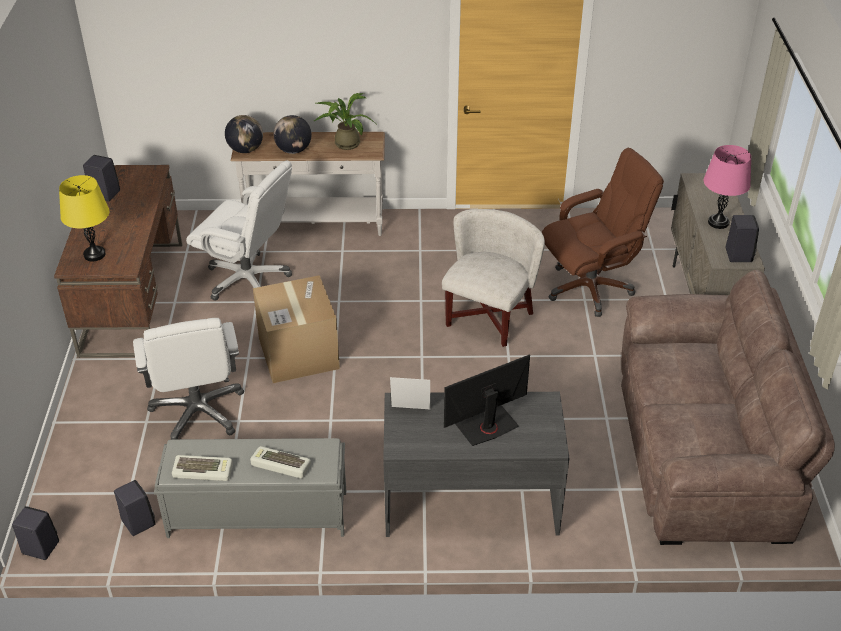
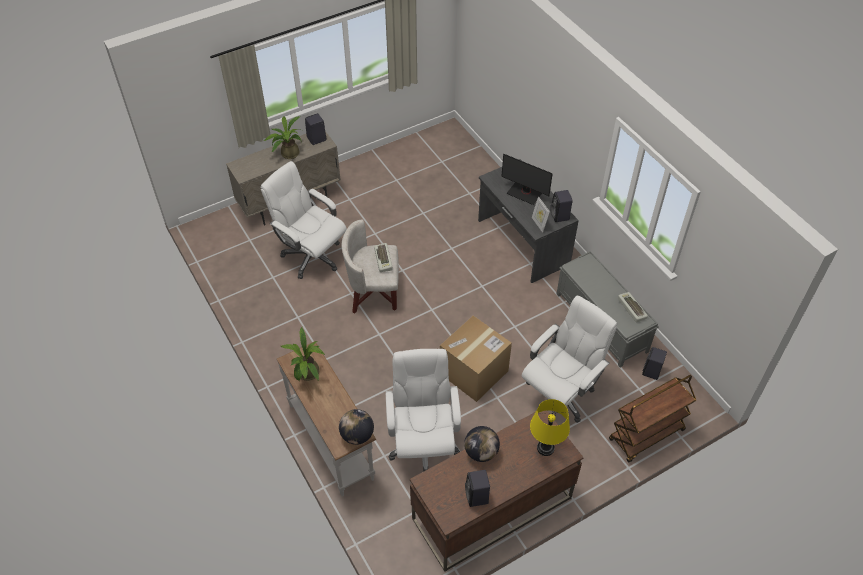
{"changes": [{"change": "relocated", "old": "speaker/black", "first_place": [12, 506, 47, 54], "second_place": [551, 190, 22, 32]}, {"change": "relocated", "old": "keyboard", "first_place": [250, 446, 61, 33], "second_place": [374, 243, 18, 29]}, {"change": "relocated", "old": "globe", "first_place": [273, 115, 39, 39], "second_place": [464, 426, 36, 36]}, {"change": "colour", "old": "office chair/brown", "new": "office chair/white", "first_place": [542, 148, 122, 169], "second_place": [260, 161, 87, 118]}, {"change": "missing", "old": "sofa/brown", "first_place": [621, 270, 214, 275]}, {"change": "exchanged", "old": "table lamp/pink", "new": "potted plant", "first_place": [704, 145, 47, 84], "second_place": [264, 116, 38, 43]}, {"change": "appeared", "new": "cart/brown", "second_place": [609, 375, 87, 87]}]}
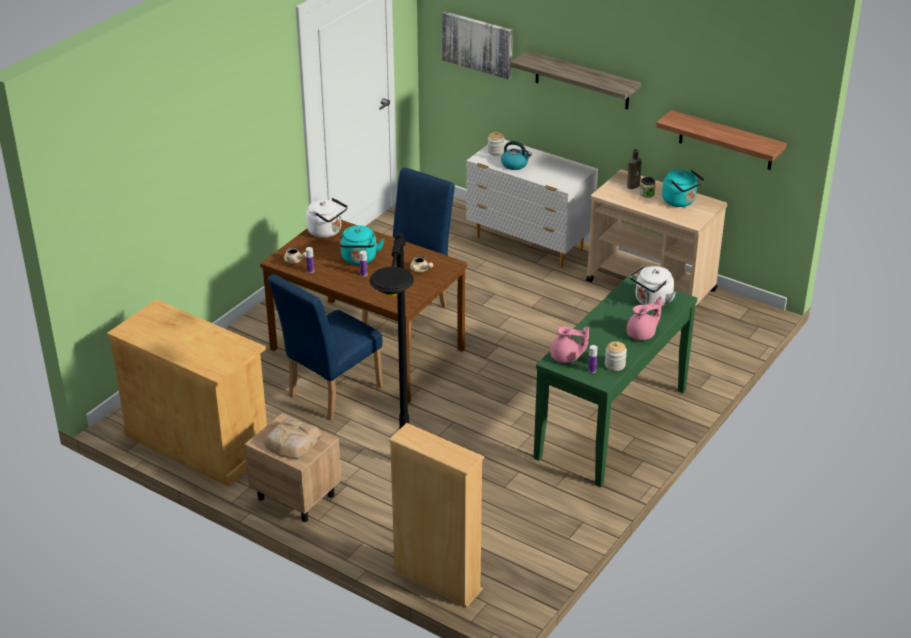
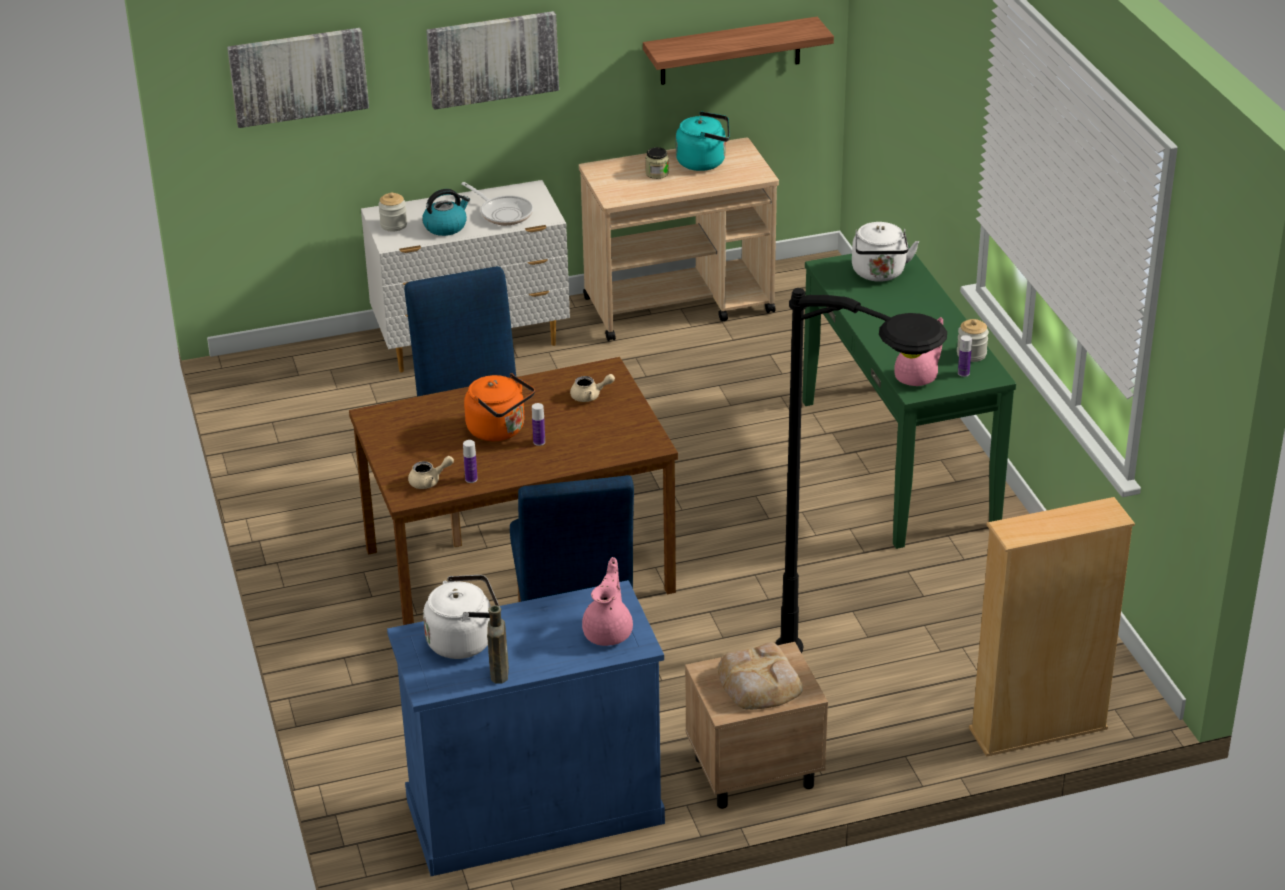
{"changes": [{"change": "colour", "old": "cabinet/beige", "new": "cabinet/blue", "first_place": [107, 299, 160, 188], "second_place": [387, 580, 278, 296]}, {"change": "relocated", "old": "kettle/white", "first_place": [306, 198, 42, 40], "second_place": [423, 575, 76, 84]}, {"change": "colour", "old": "kettle/turquoise", "new": "kettle/orange", "first_place": [340, 225, 44, 40], "second_place": [464, 373, 71, 68]}, {"change": "exchanged", "old": "shelf", "new": "picture", "first_place": [510, 51, 131, 58], "second_place": [426, 11, 133, 99]}, {"change": "relocated", "old": "bottle/brown", "first_place": [627, 149, 15, 40], "second_place": [487, 605, 22, 79]}, {"change": "relocated", "old": "teapot/pink", "first_place": [627, 296, 35, 44], "second_place": [582, 557, 51, 89]}, {"change": "appeared", "new": "frying pan", "second_place": [461, 182, 72, 43]}]}
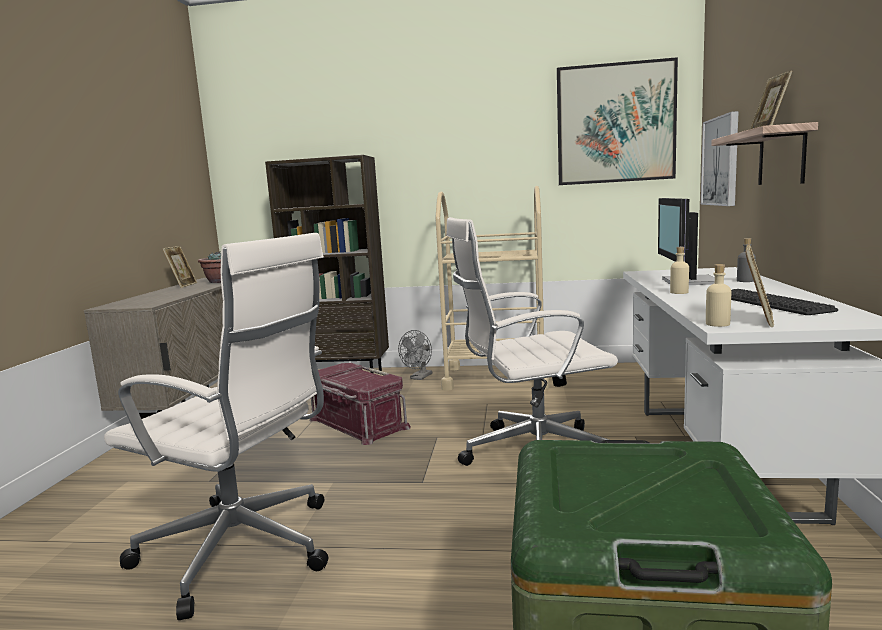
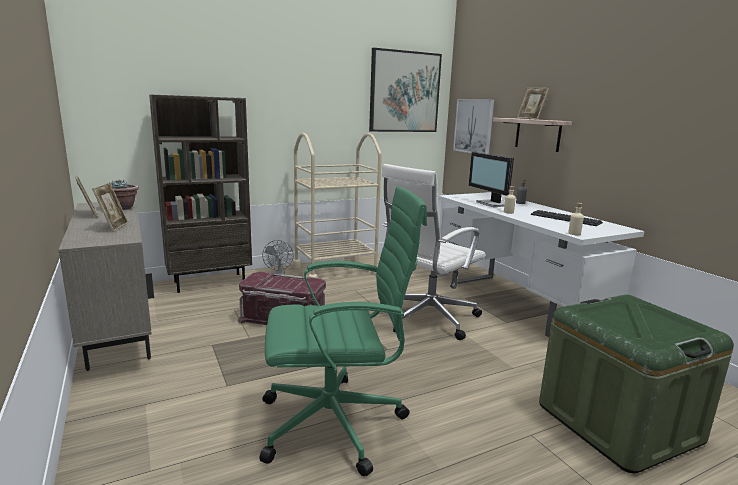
{"changes": [{"change": "colour", "old": "office chair/white", "new": "office chair/green", "first_place": [104, 233, 224, 387], "second_place": [259, 186, 168, 290]}, {"change": "relocated", "old": "picture frame", "first_place": [745, 244, 29, 83], "second_place": [92, 183, 37, 49]}]}
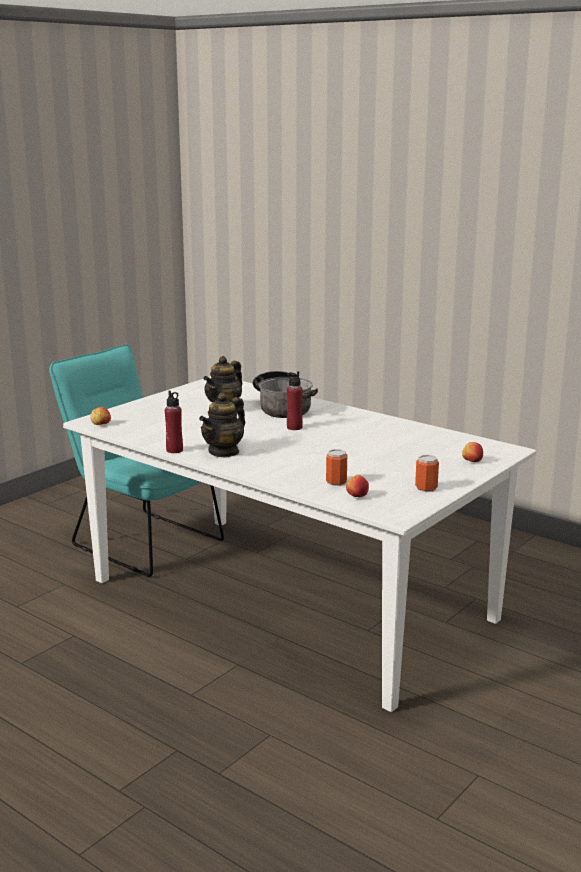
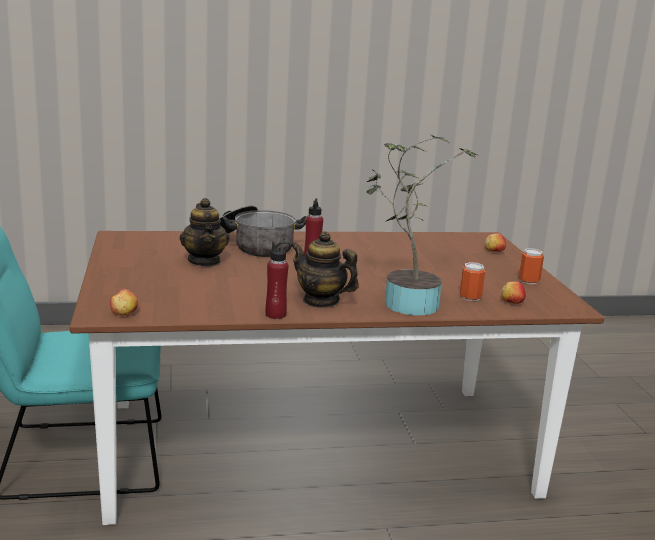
{"changes": [{"change": "colour", "old": "dining table/white", "new": "dining table/brown", "first_place": [63, 376, 473, 336], "second_place": [70, 231, 535, 294]}, {"change": "spun", "old": "teapot", "first_place": [199, 392, 46, 66], "second_place": [291, 231, 68, 77], "degrees": 135}, {"change": "appeared", "new": "potted plant", "second_place": [366, 135, 111, 180]}]}
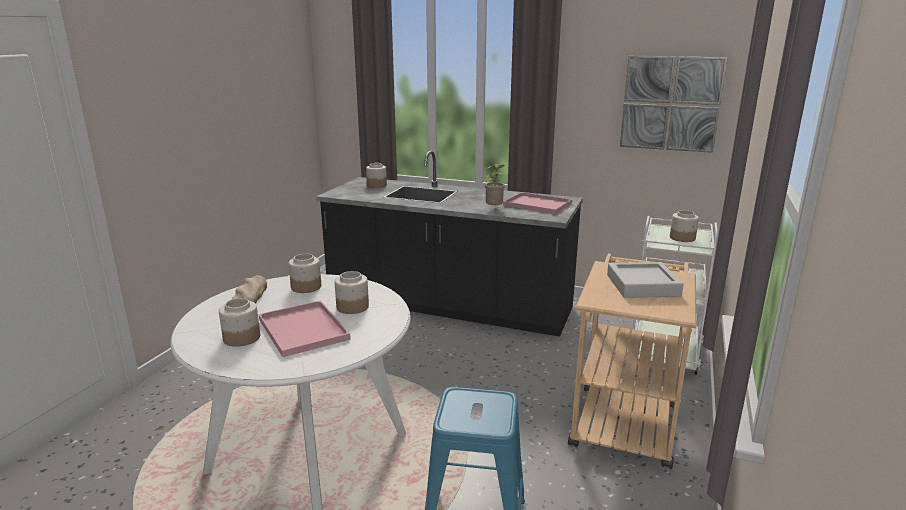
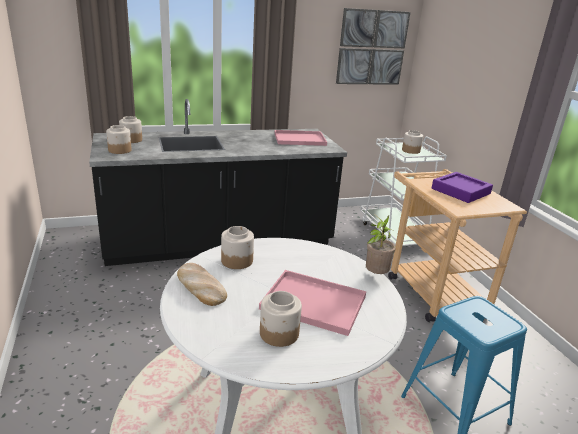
{"changes": [{"change": "relocated", "old": "jar", "first_place": [335, 271, 34, 43], "second_place": [106, 125, 26, 29]}, {"change": "relocated", "old": "potted plant", "first_place": [485, 164, 20, 42], "second_place": [366, 214, 30, 60]}, {"change": "colour", "old": "tray/grey", "new": "tray/purple", "first_place": [607, 262, 76, 36], "second_place": [432, 172, 61, 31]}]}
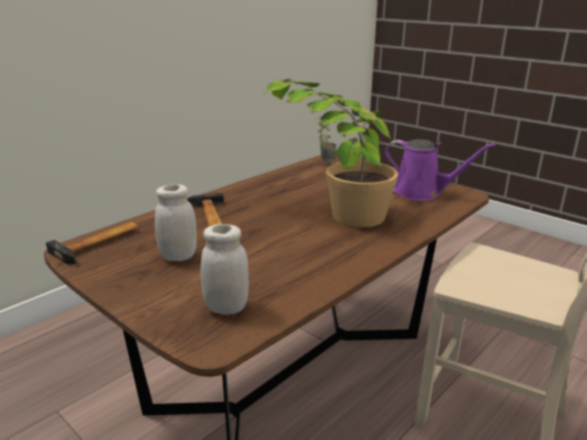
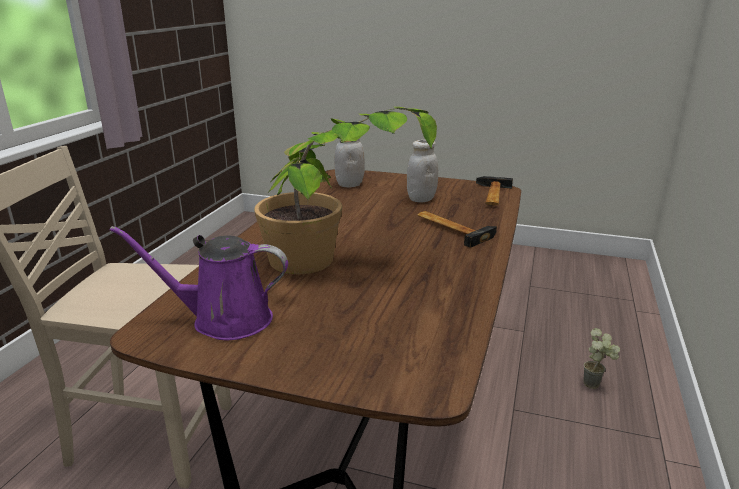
{"changes": [{"change": "relocated", "old": "potted plant", "first_place": [316, 117, 21, 48], "second_place": [583, 328, 37, 61]}]}
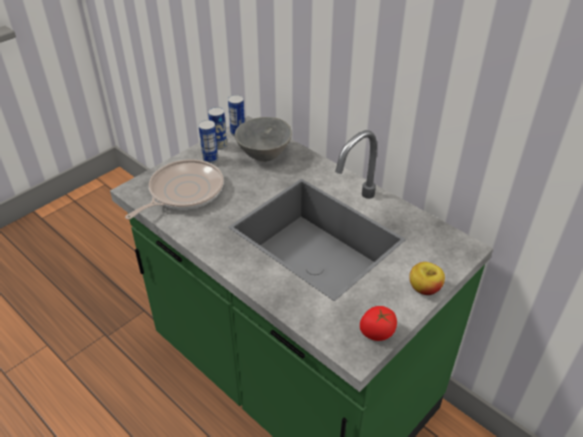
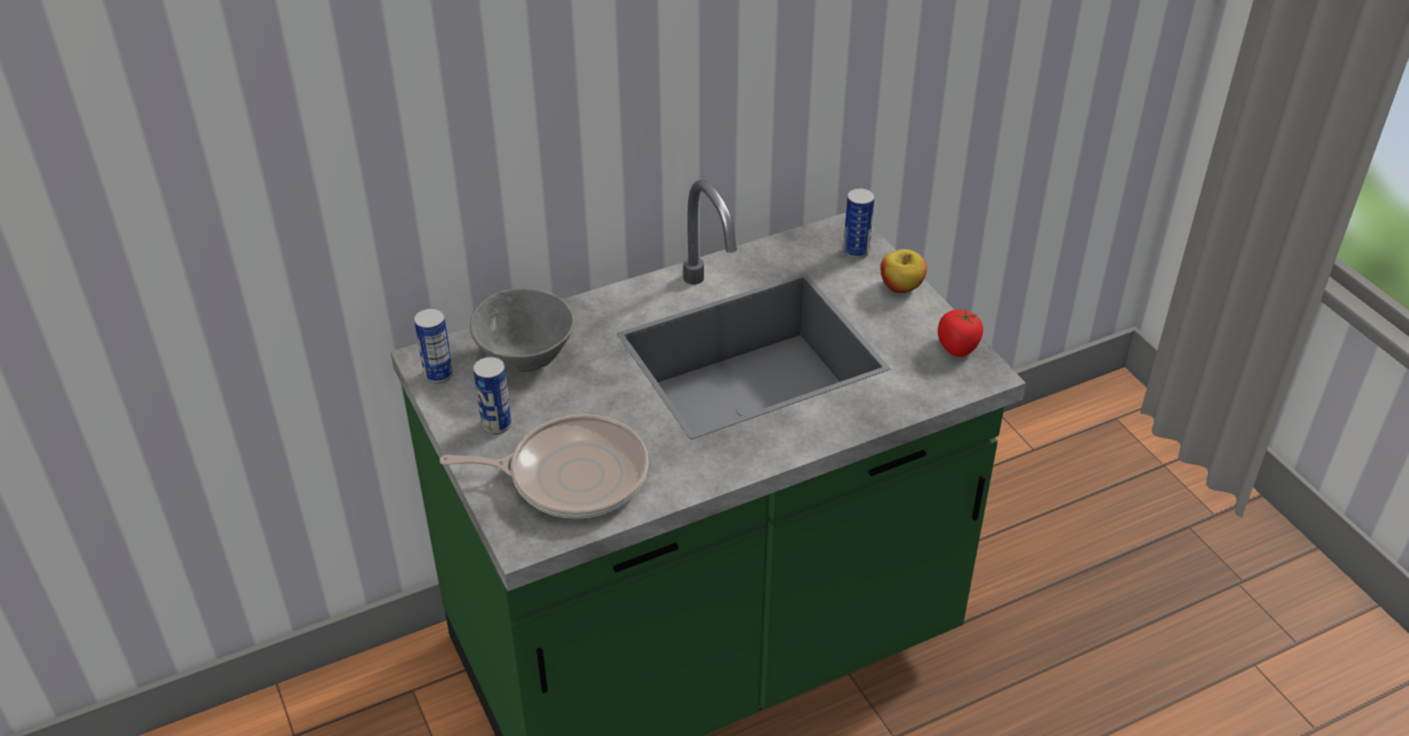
{"changes": [{"change": "spun", "old": "frying pan", "first_place": [125, 160, 99, 60], "second_place": [439, 415, 210, 104], "degrees": 120}, {"change": "relocated", "old": "can", "first_place": [208, 107, 19, 43], "second_place": [843, 188, 32, 71]}]}
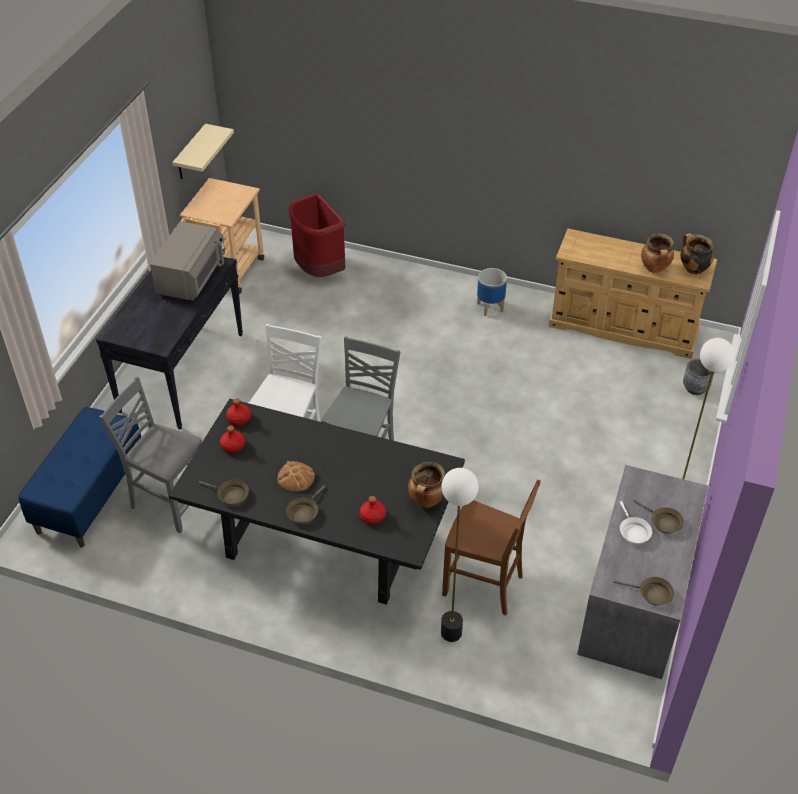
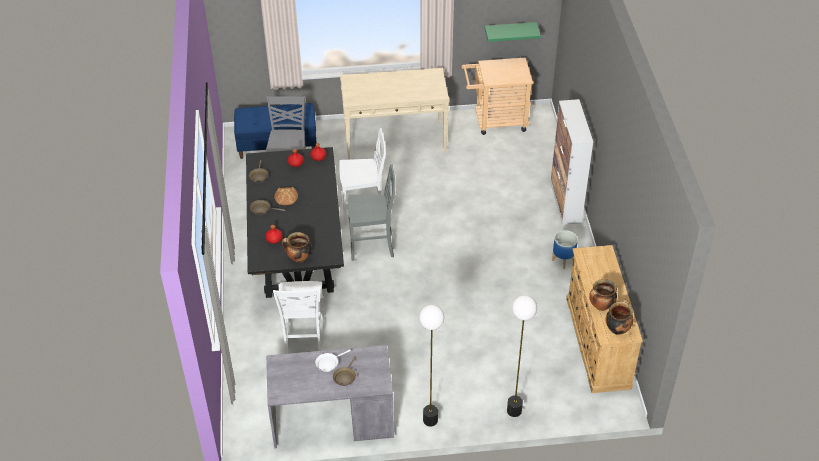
{"changes": [{"change": "colour", "old": "console table/black", "new": "console table/beige", "first_place": [96, 257, 147, 173], "second_place": [340, 68, 109, 91]}, {"change": "missing", "old": "microwave/grey", "first_place": [150, 221, 75, 80]}, {"change": "colour", "old": "shelf/beige", "new": "shelf/green", "first_place": [173, 124, 61, 55], "second_place": [484, 22, 57, 20]}, {"change": "missing", "old": "trash can/red", "first_place": [288, 193, 57, 84]}, {"change": "relocated", "old": "floor lamp", "first_place": [441, 468, 38, 174], "second_place": [507, 295, 30, 122]}, {"change": "colour", "old": "chair/brown", "new": "chair/white", "first_place": [442, 480, 99, 136], "second_place": [273, 281, 52, 73]}, {"change": "missing", "old": "frying pan/brown", "first_place": [614, 577, 60, 29]}, {"change": "missing", "old": "planter/grey", "first_place": [683, 358, 31, 37]}, {"change": "appeared", "new": "cabinet", "second_place": [550, 99, 43, 126]}]}
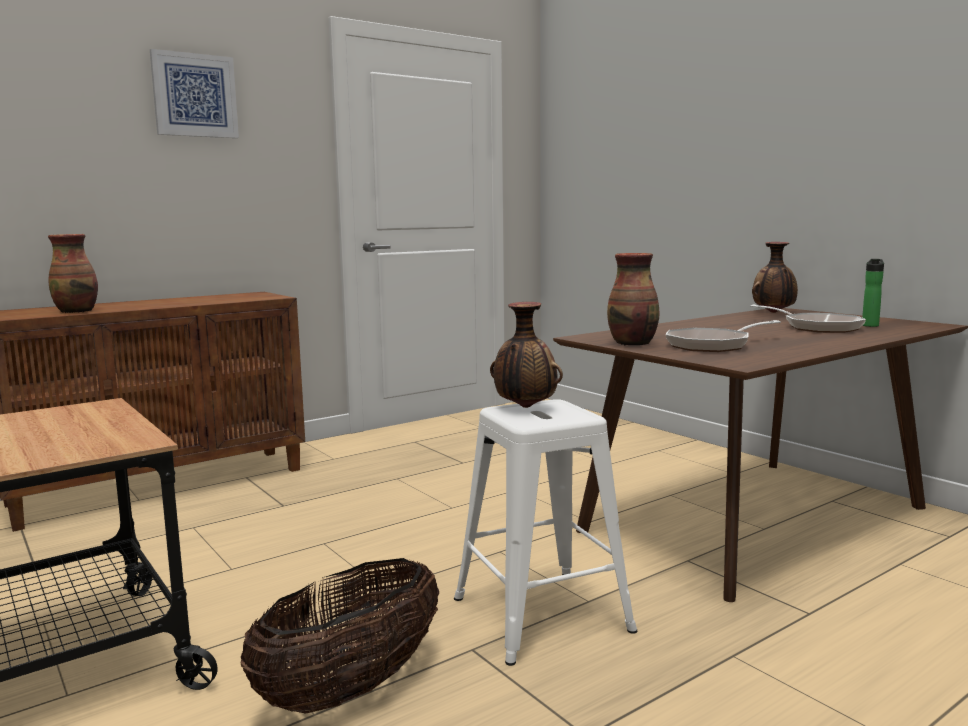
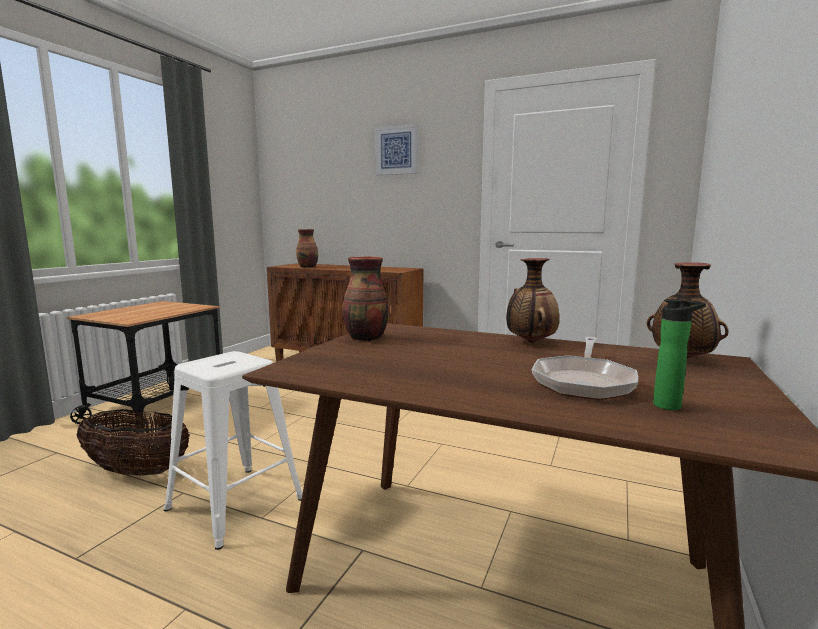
{"changes": [{"change": "relocated", "old": "vase", "first_place": [490, 302, 73, 106], "second_place": [506, 258, 53, 85]}, {"change": "missing", "old": "frying pan", "first_place": [666, 320, 115, 32]}]}
